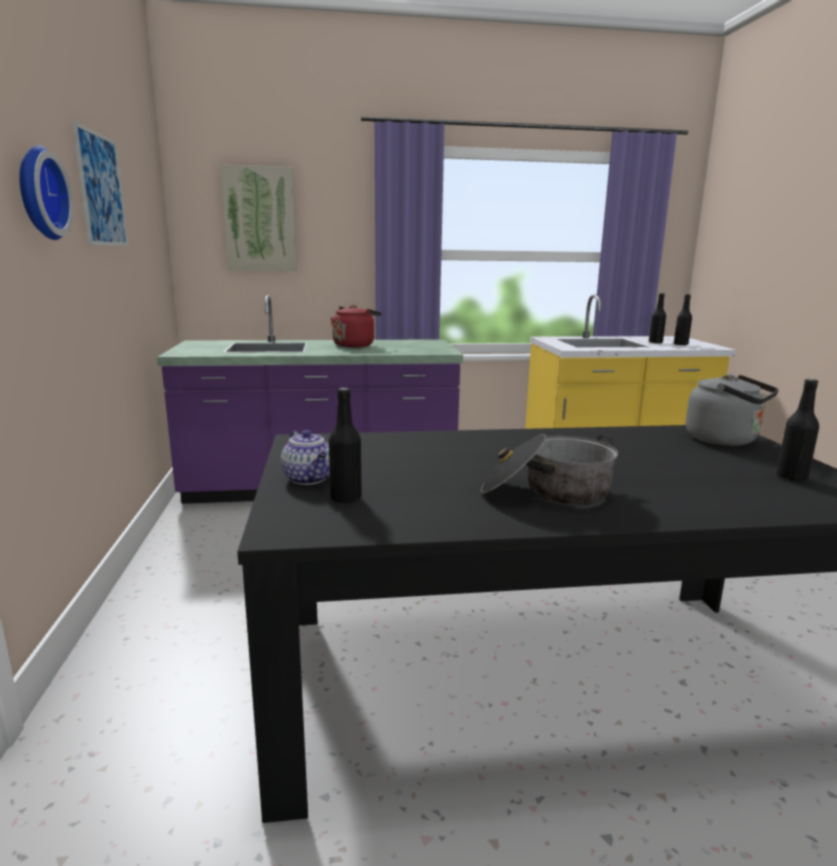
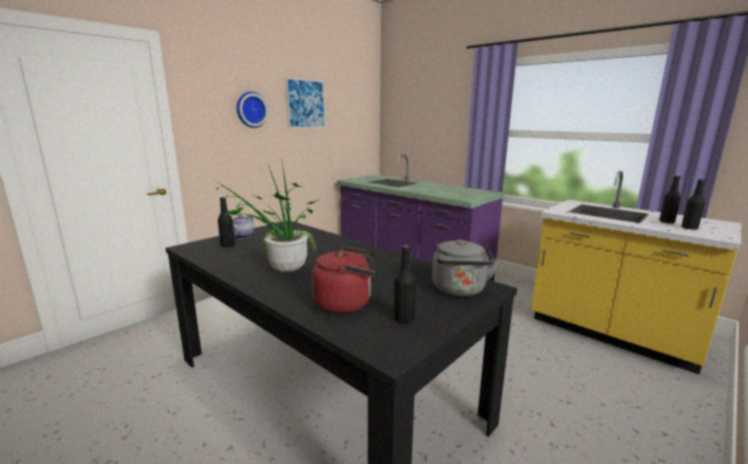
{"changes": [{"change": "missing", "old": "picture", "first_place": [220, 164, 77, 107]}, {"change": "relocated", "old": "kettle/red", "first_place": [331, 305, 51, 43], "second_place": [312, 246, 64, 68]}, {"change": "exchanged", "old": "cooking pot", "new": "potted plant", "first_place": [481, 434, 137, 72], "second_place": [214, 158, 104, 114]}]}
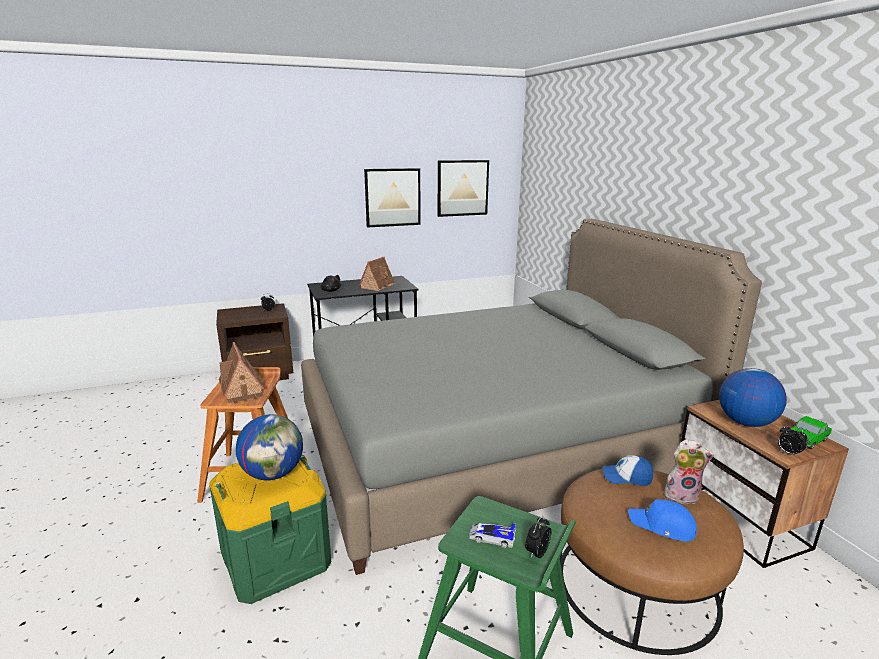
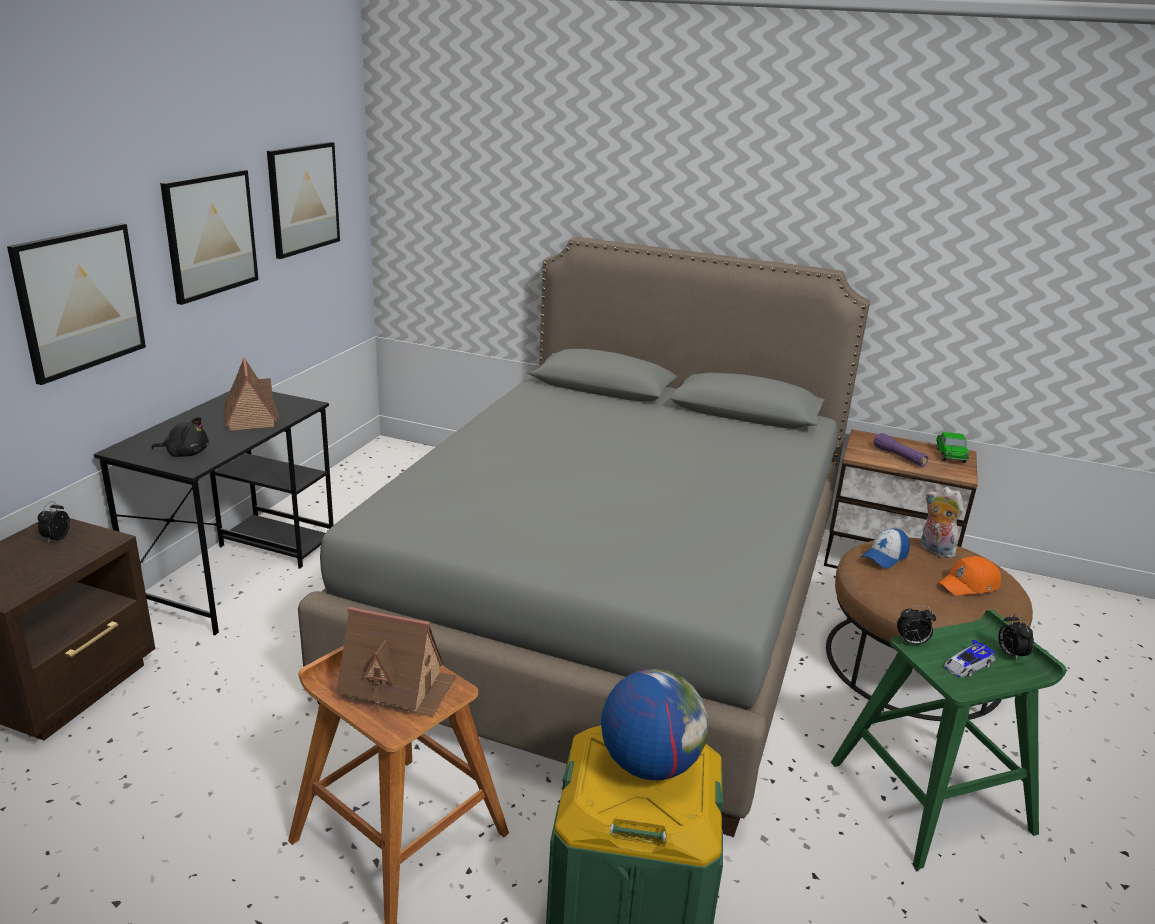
{"changes": [{"change": "colour", "old": "cap/blue", "new": "cap/orange", "first_place": [628, 499, 69, 42], "second_place": [938, 556, 63, 40]}, {"change": "spun", "old": "plush toy", "first_place": [664, 439, 50, 65], "second_place": [921, 487, 42, 72], "degrees": -90}, {"change": "exchanged", "old": "globe", "new": "flashlight/purple", "first_place": [719, 368, 68, 59], "second_place": [874, 433, 54, 33]}, {"change": "relocated", "old": "alarm clock", "first_place": [778, 424, 29, 34], "second_place": [897, 605, 39, 40]}, {"change": "appeared", "new": "picture", "second_place": [7, 223, 139, 162]}]}
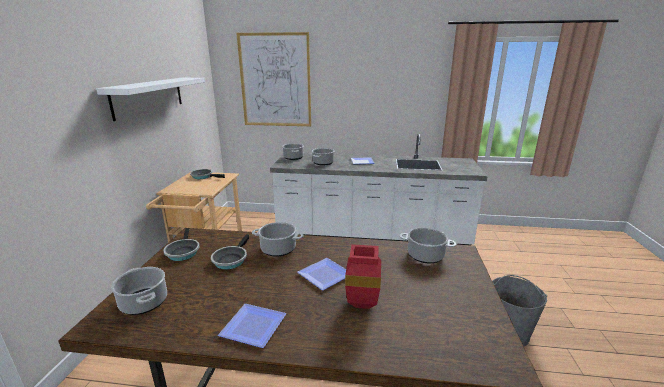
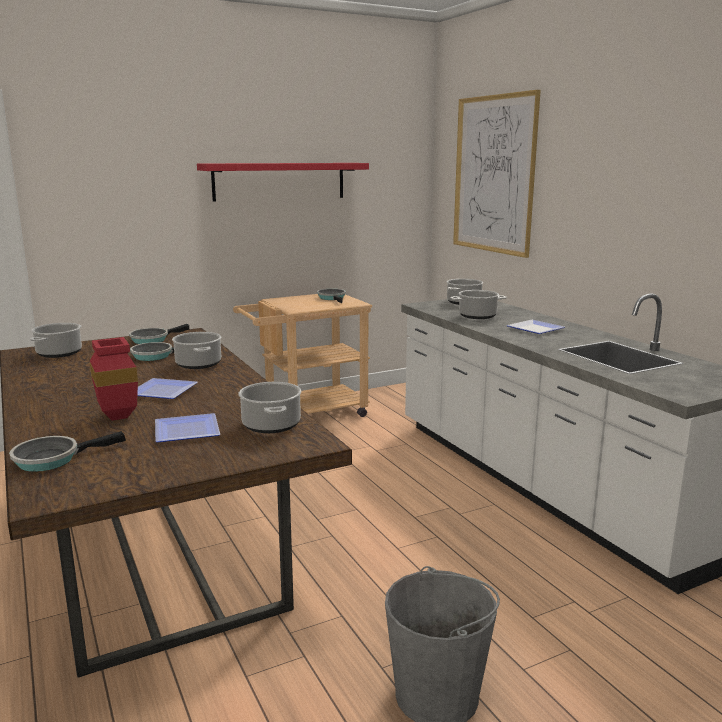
{"changes": [{"change": "colour", "old": "shelf/white", "new": "shelf/red", "first_place": [96, 78, 109, 43], "second_place": [197, 163, 172, 38]}, {"change": "relocated", "old": "plate", "first_place": [218, 304, 68, 44], "second_place": [155, 413, 65, 29]}, {"change": "appeared", "new": "frying pan", "second_place": [9, 431, 117, 41]}]}
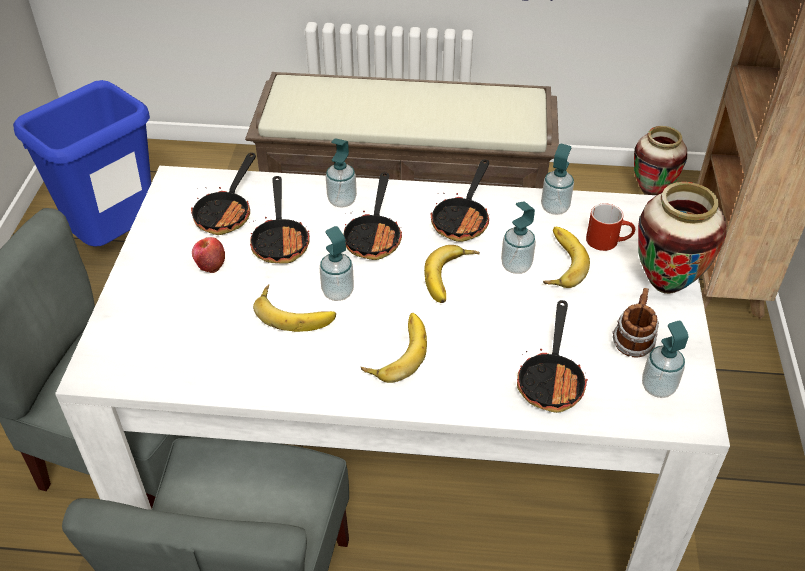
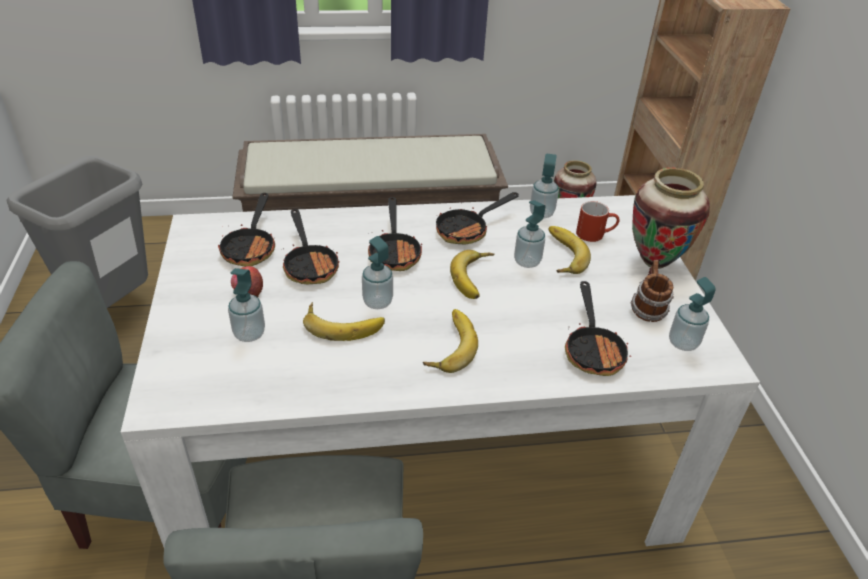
{"changes": [{"change": "colour", "old": "trash can/blue", "new": "trash can/grey", "first_place": [13, 80, 138, 167], "second_place": [6, 156, 142, 152]}, {"change": "relocated", "old": "soap dispenser", "first_place": [326, 138, 31, 69], "second_place": [228, 268, 37, 74]}, {"change": "spun", "old": "frying pan", "first_place": [431, 159, 59, 83], "second_place": [436, 192, 83, 53], "degrees": 45}]}
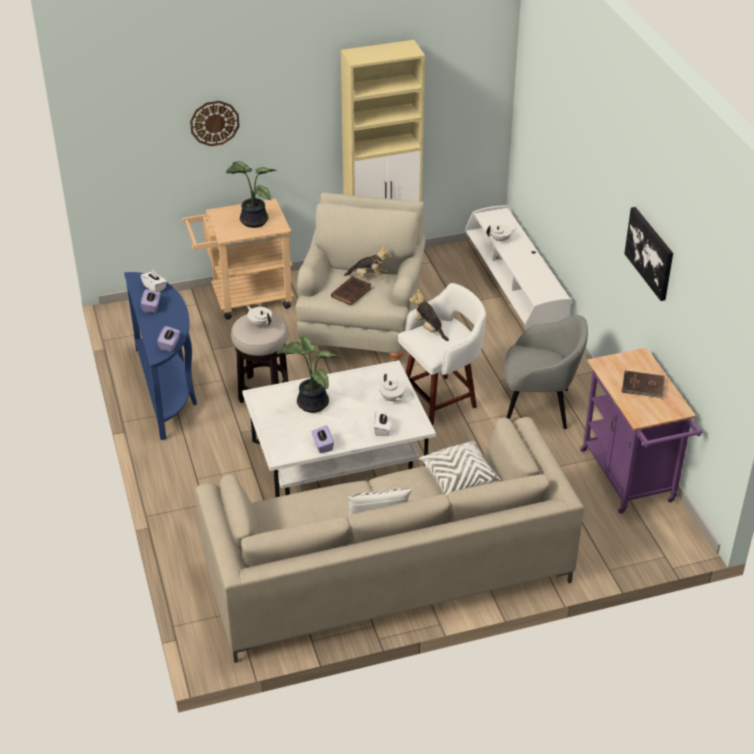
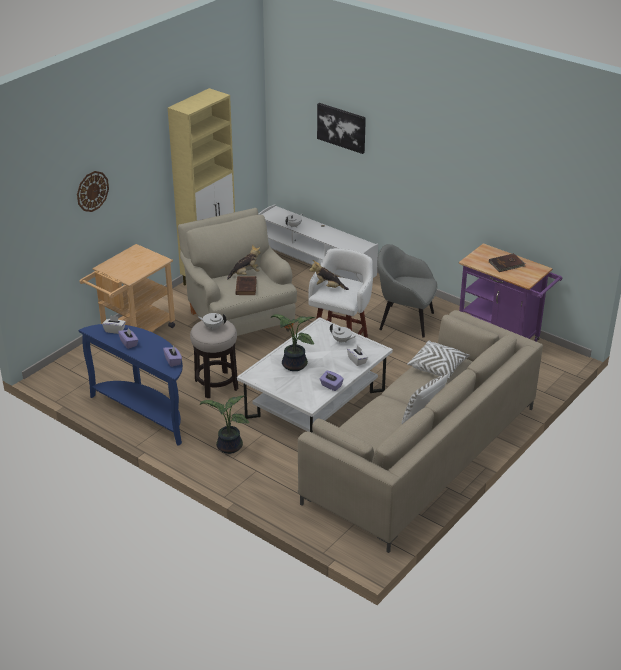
{"changes": [{"change": "relocated", "old": "potted plant", "first_place": [226, 161, 51, 67], "second_place": [200, 395, 49, 59]}, {"change": "spun", "old": "armchair/grey", "first_place": [504, 315, 84, 114], "second_place": [377, 244, 61, 94], "degrees": -135}, {"change": "relocated", "old": "picture", "first_place": [624, 207, 49, 94], "second_place": [317, 103, 49, 51]}]}
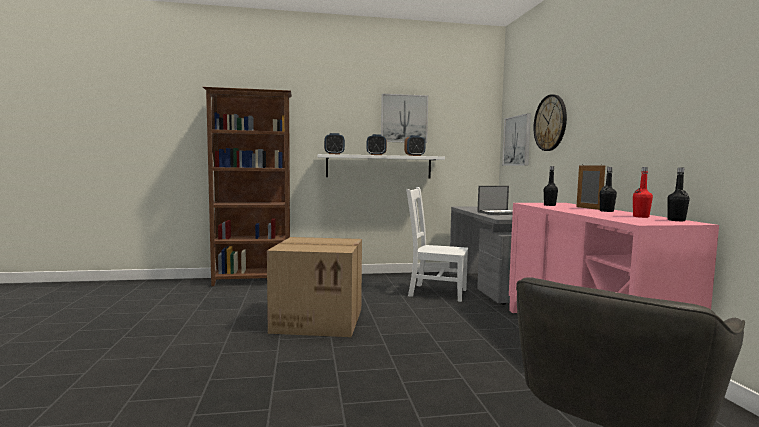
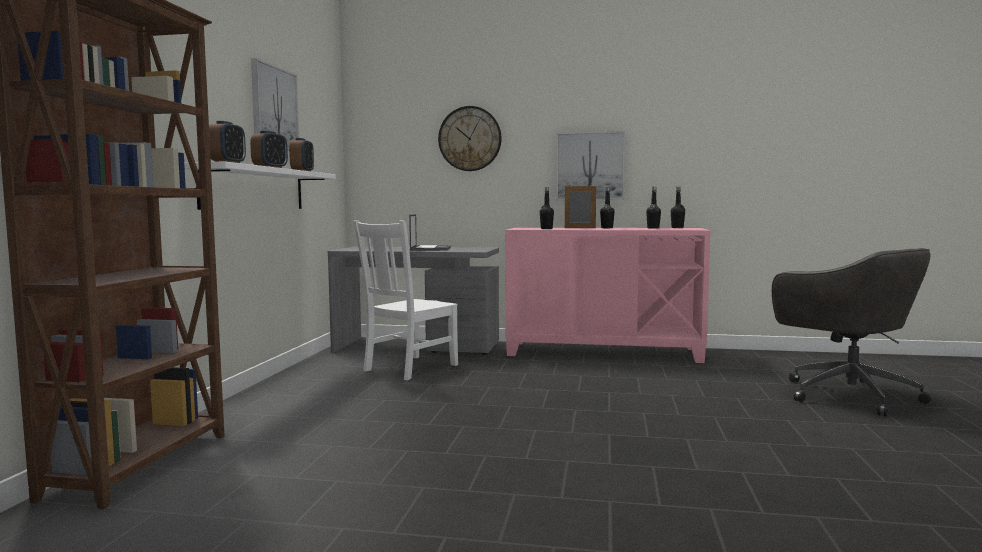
{"changes": [{"change": "missing", "old": "cardboard box", "first_place": [267, 237, 95, 100]}, {"change": "relocated", "old": "picture", "first_place": [502, 113, 29, 53], "second_place": [556, 131, 69, 69]}, {"change": "colour", "old": "bottle/red", "new": "bottle/black", "first_place": [633, 167, 20, 51], "second_place": [646, 187, 15, 42]}]}
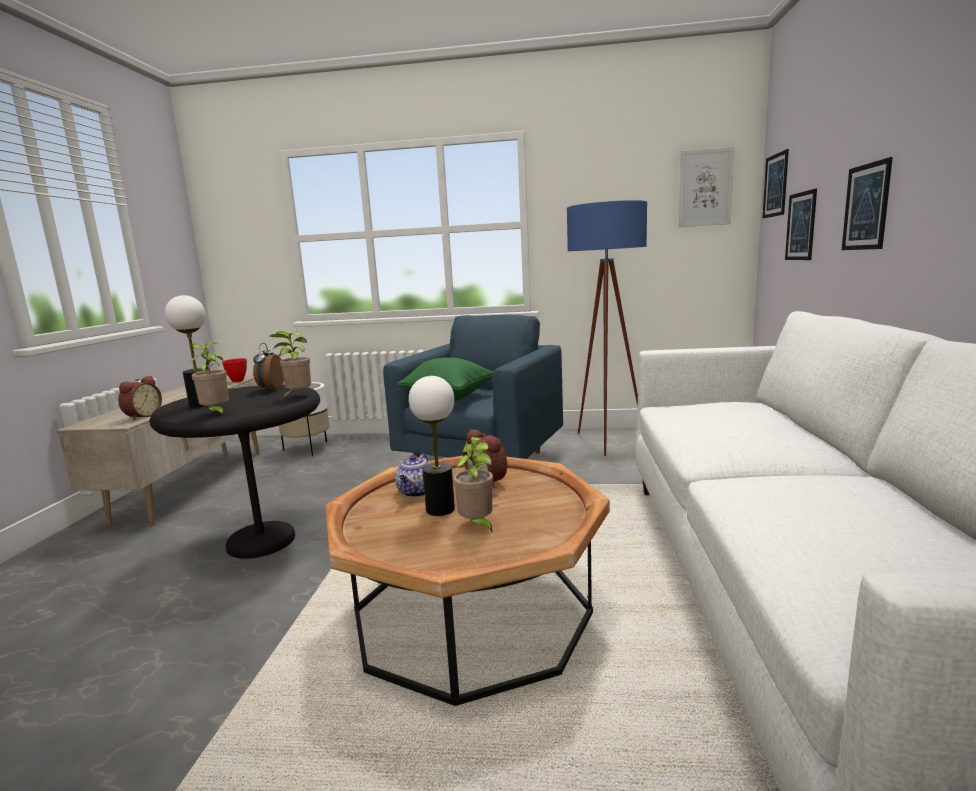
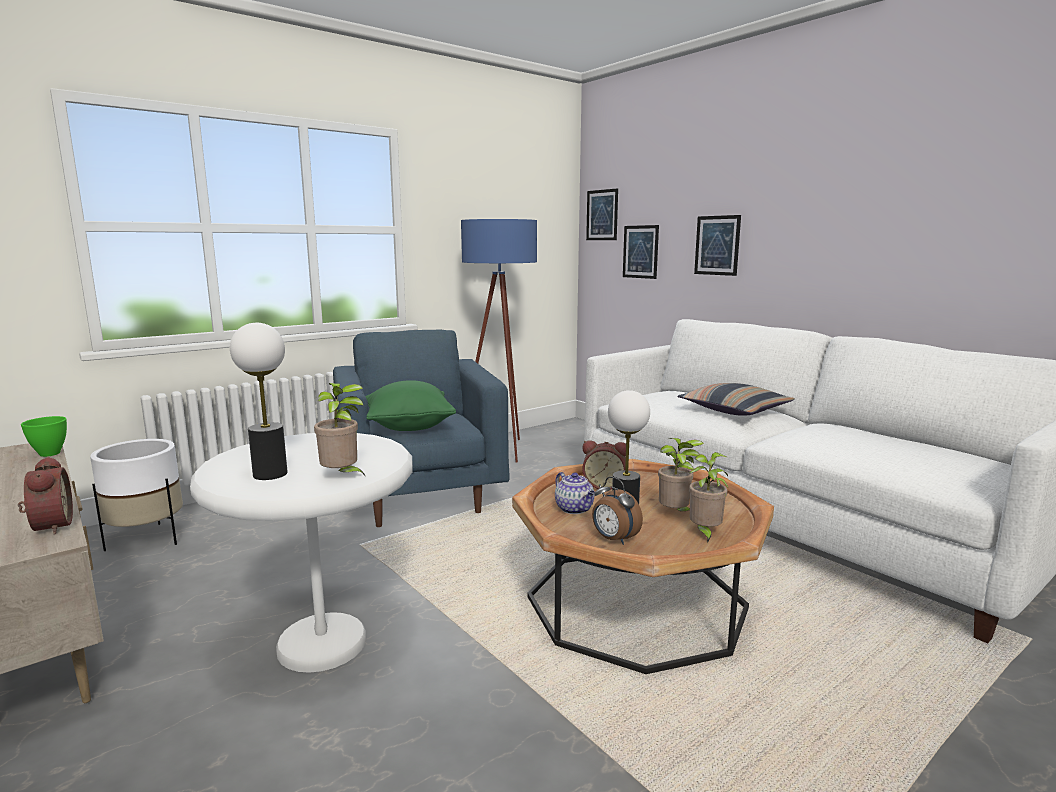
{"changes": [{"change": "colour", "old": "side table/black", "new": "side table/white", "first_place": [149, 385, 171, 174], "second_place": [190, 433, 222, 240]}, {"change": "colour", "old": "bowl/red", "new": "bowl/green", "first_place": [222, 358, 25, 24], "second_place": [21, 416, 46, 41]}, {"change": "relocated", "old": "alarm clock", "first_place": [253, 343, 31, 49], "second_place": [592, 477, 51, 68]}, {"change": "relocated", "old": "potted plant", "first_place": [270, 331, 41, 67], "second_place": [689, 452, 40, 91]}, {"change": "missing", "old": "picture", "first_place": [679, 147, 55, 80]}, {"change": "appeared", "new": "pillow", "second_place": [677, 383, 118, 33]}]}
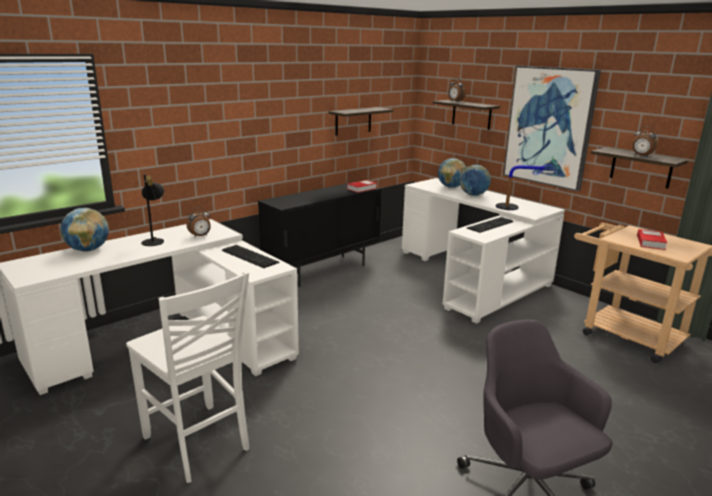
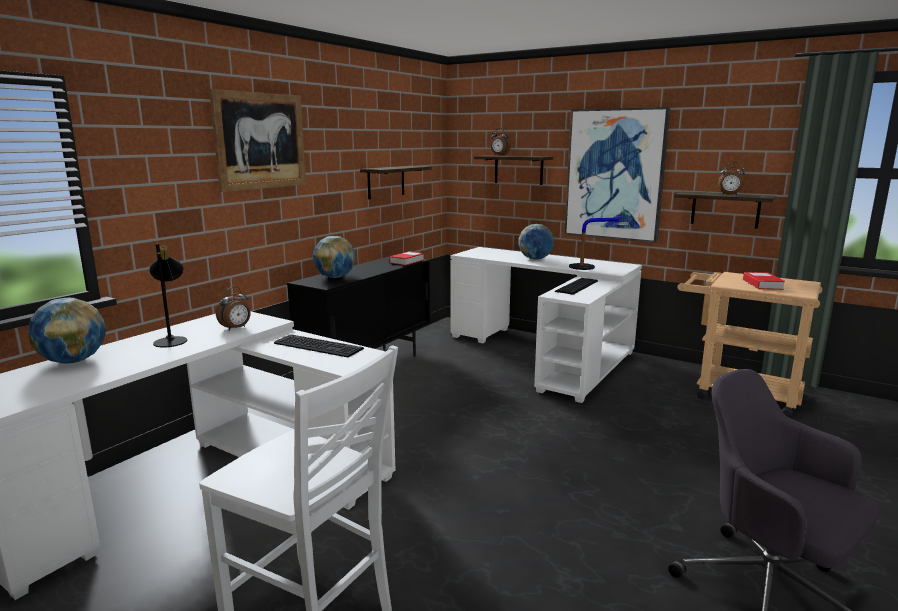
{"changes": [{"change": "relocated", "old": "globe", "first_place": [438, 158, 28, 30], "second_place": [313, 236, 43, 42]}, {"change": "appeared", "new": "picture", "second_place": [209, 89, 97, 103]}]}
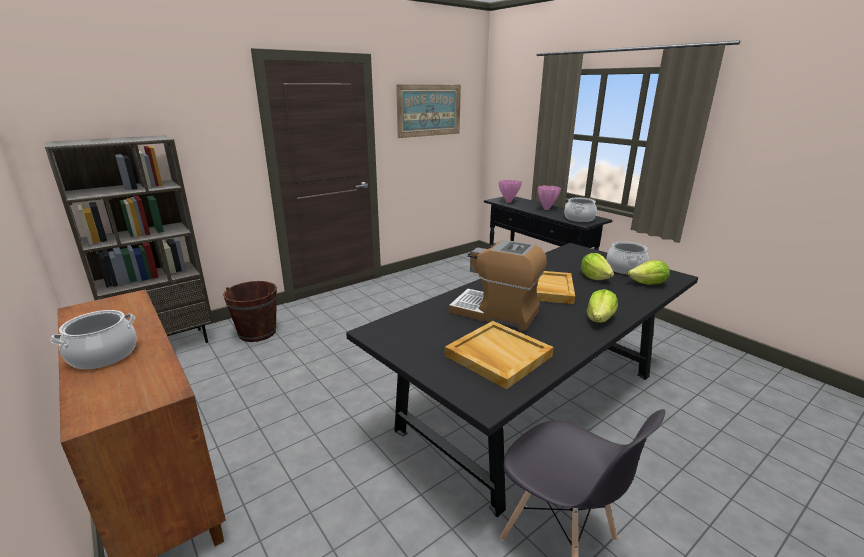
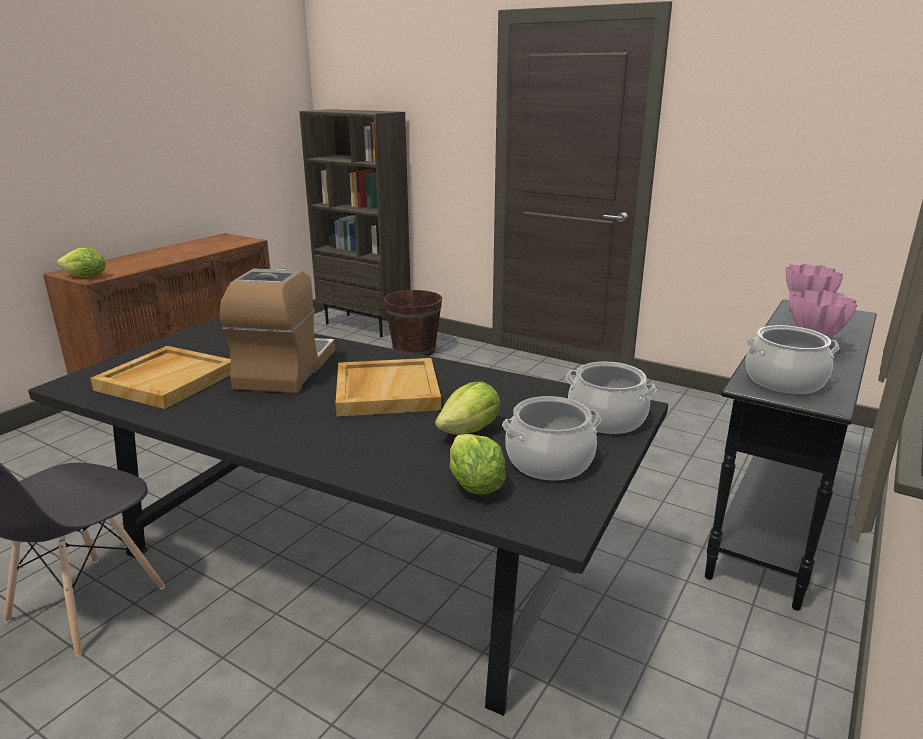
{"changes": [{"change": "relocated", "old": "cooking pot", "first_place": [50, 310, 87, 59], "second_place": [566, 362, 91, 72]}, {"change": "missing", "old": "picture", "first_place": [396, 84, 65, 54]}, {"change": "relocated", "old": "lettuce", "first_place": [587, 289, 31, 34], "second_place": [57, 247, 49, 30]}]}
